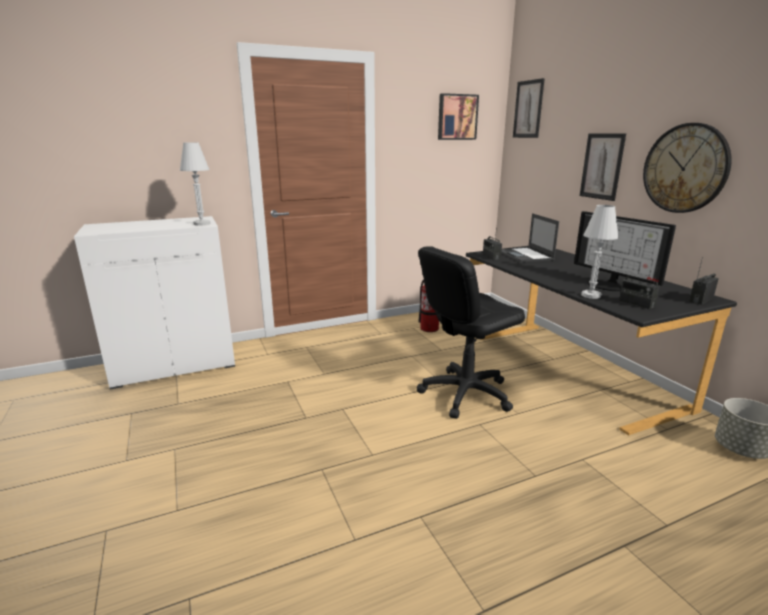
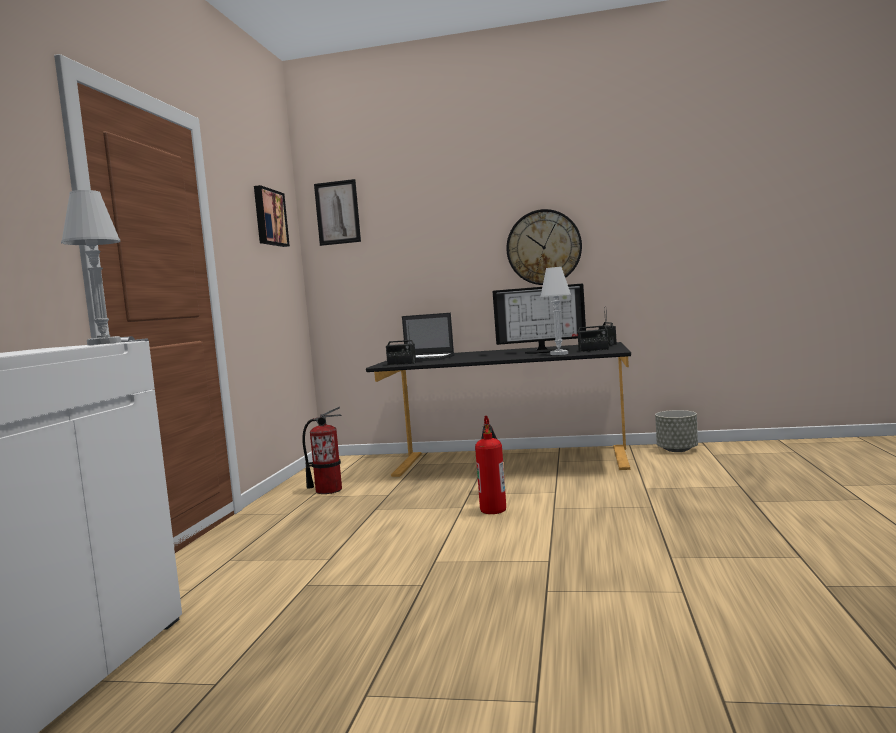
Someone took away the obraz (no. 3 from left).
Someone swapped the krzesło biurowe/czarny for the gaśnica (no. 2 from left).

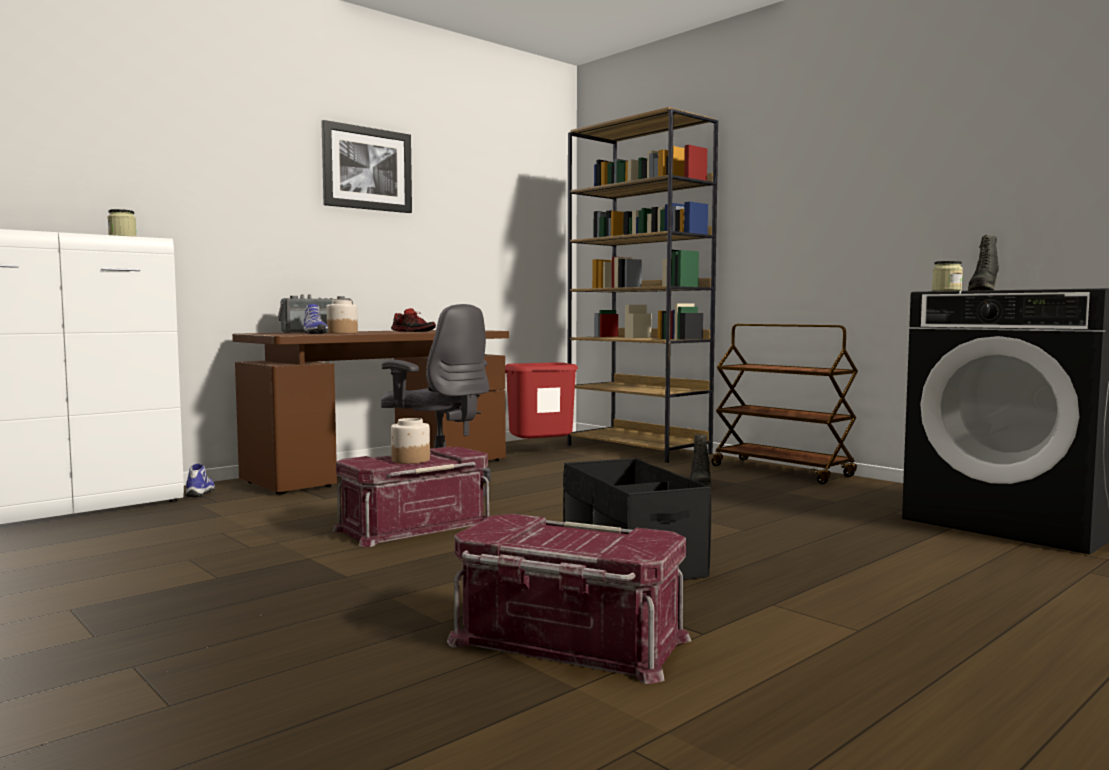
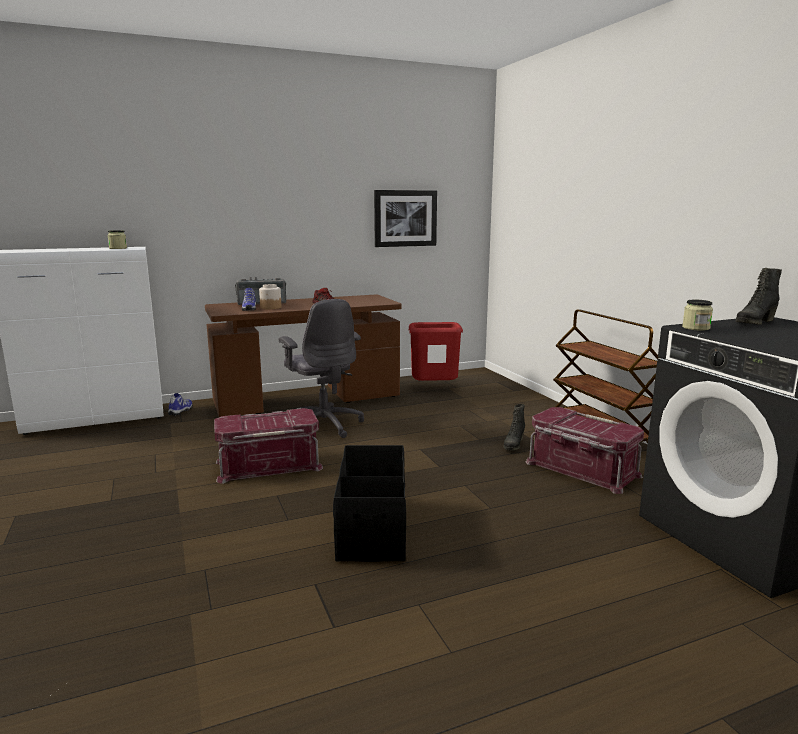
Someone took away the słoik (no. 3 from left).
Someone took away the regał/brązowy.
Someone carried the obraz.
Someone carried the pojemnik do przechowywania/czerwony (no. 2 from left).

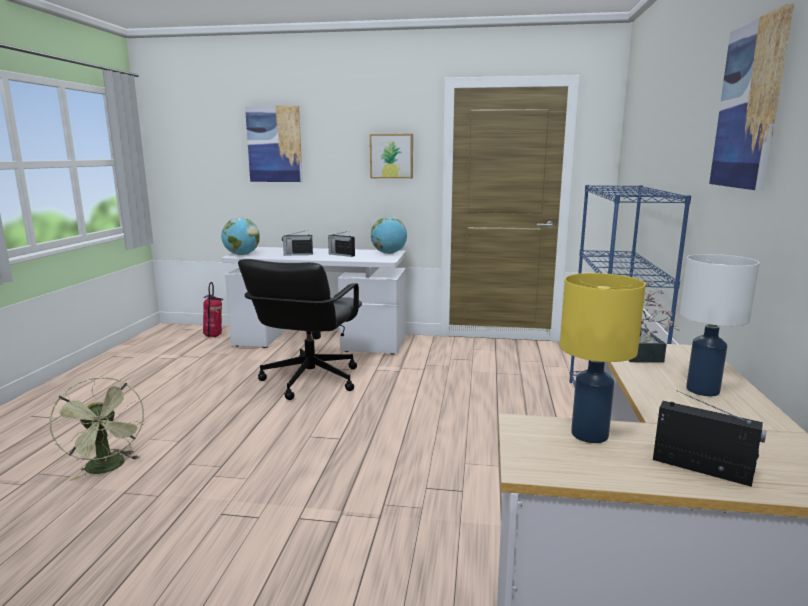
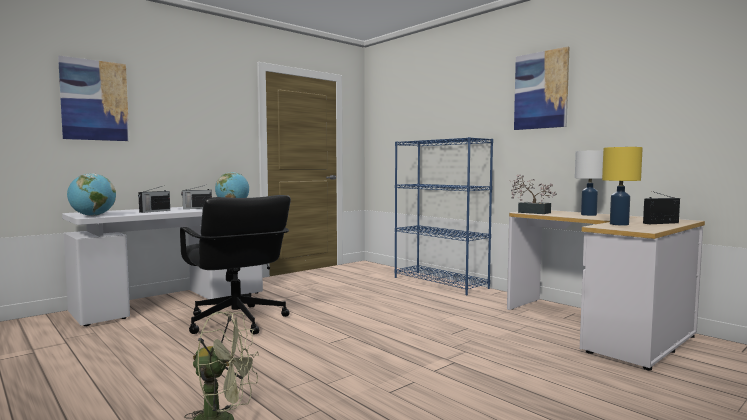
Someone took away the gaśnica.
Someone took away the obraz (no. 2 from left).

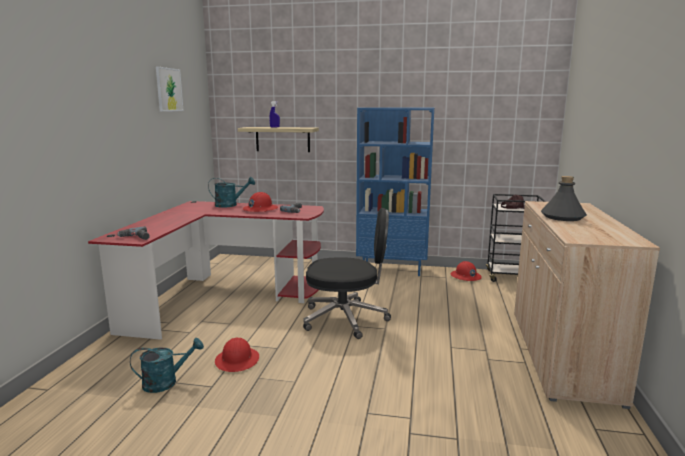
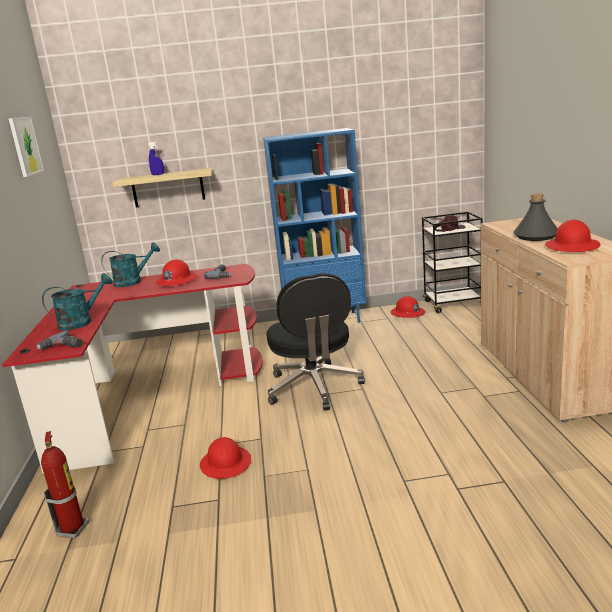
Someone put down the gaśnica.
Someone put down the kask/czerwony (no. 4 from left).
Someone carried the konewka/turkusowy (no. 1 from left).
Someone rotated the krzesło biurowe/czarny by 90 degrees clockwise.

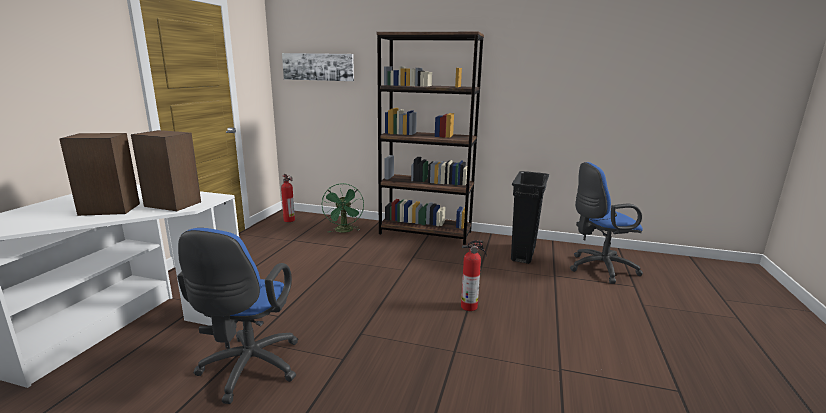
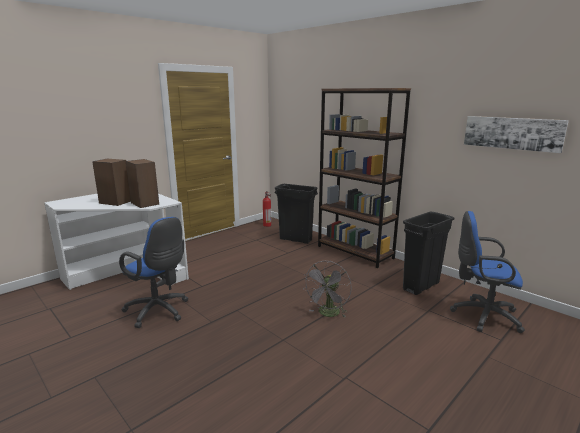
Someone carried the obraz.
Someone swapped the wentylator/zielony for the kosz na śmieci/czarny (no. 1 from left).
Someone swapped the gaśnica (no. 2 from left) for the wentylator/szary.
Someone rotated the krzesło biurowe/niebieski (no. 1 from left) by 90 degrees counterclockwise.

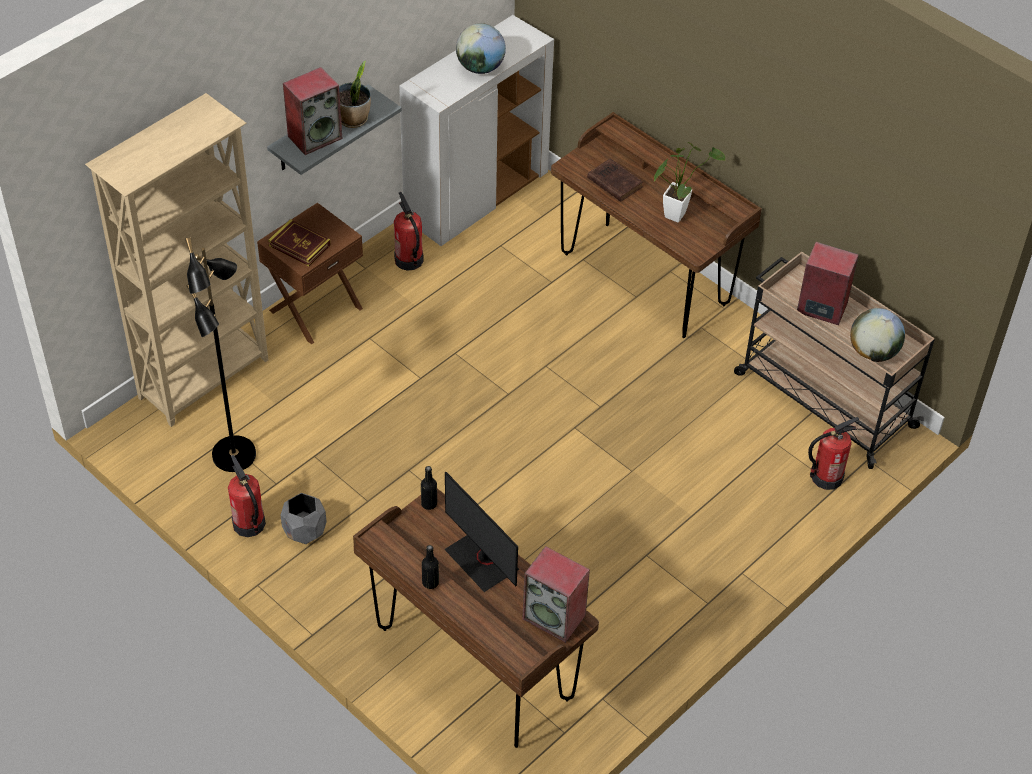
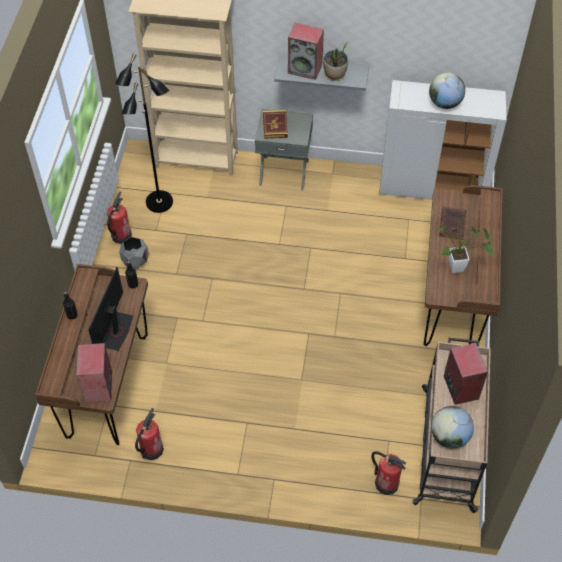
Someone carried the gaśnica (no. 2 from left).
Someone repainted the szafka nocna/brązowy, which became the szafka nocna/szary.

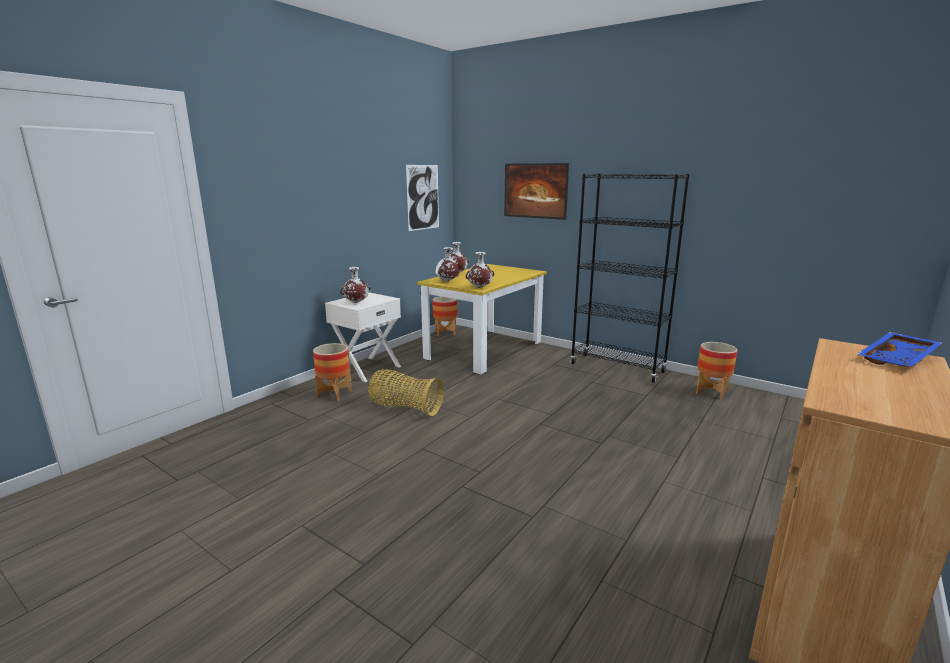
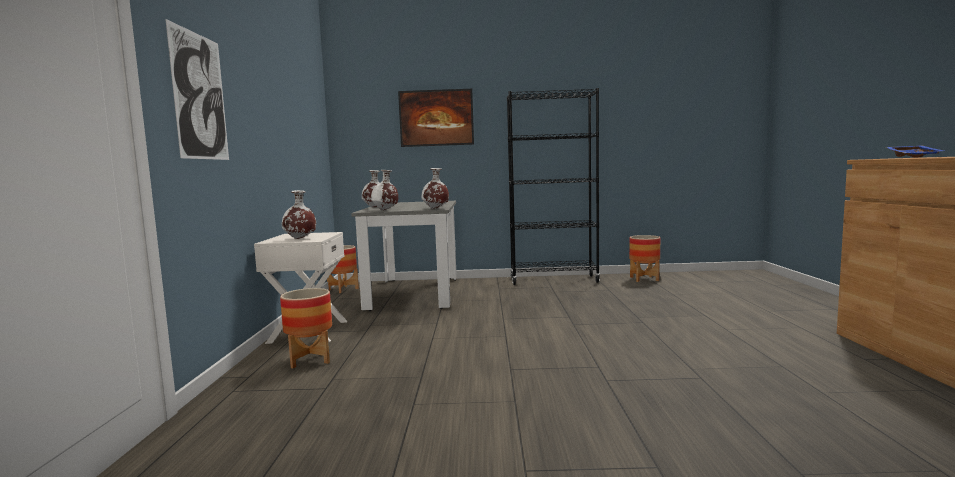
Someone took away the koszyk.
Someone carried the obraz (no. 1 from left).
Someone repainted the stół jadalny/żółty, which became the stół jadalny/szary.

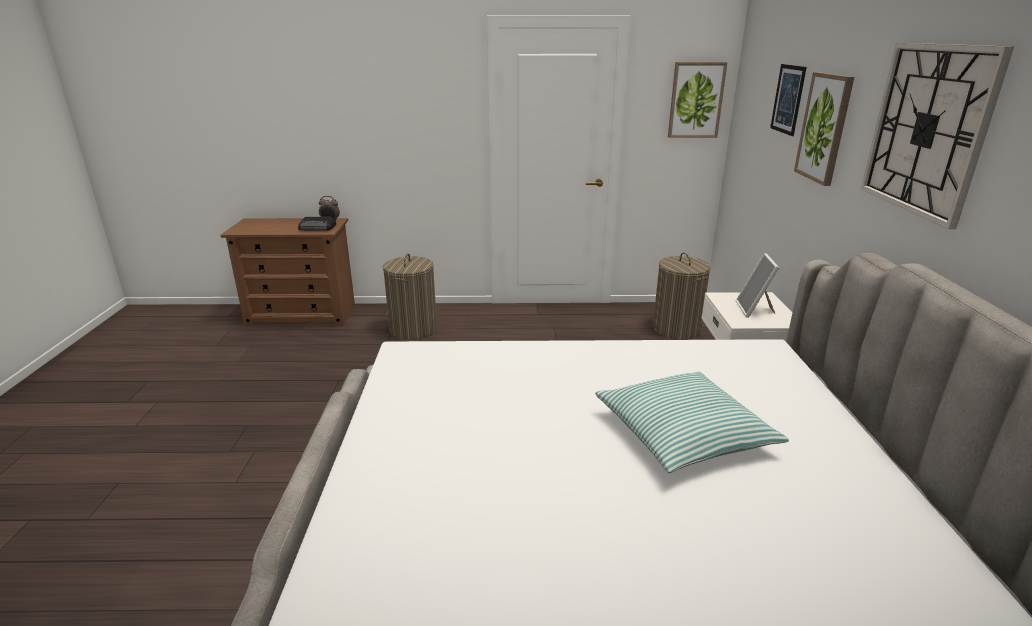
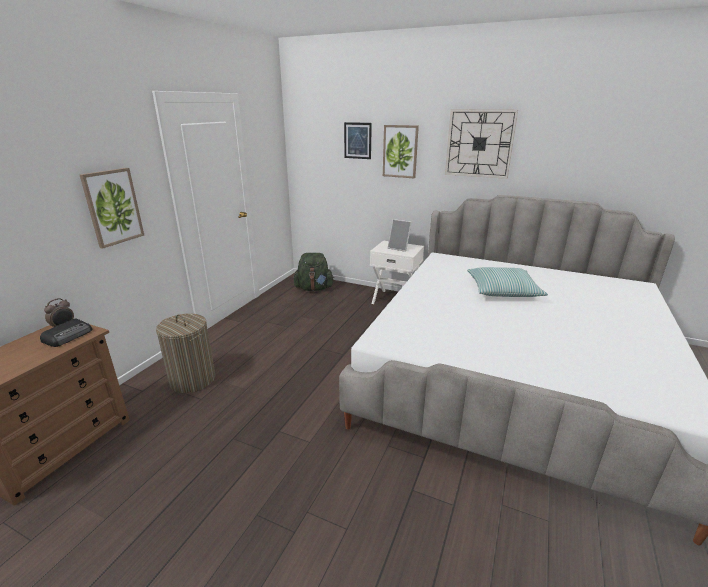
Someone carried the obraz (no. 1 from left).
Someone swapped the kosz na pranie (no. 2 from left) for the plecak/zielony.

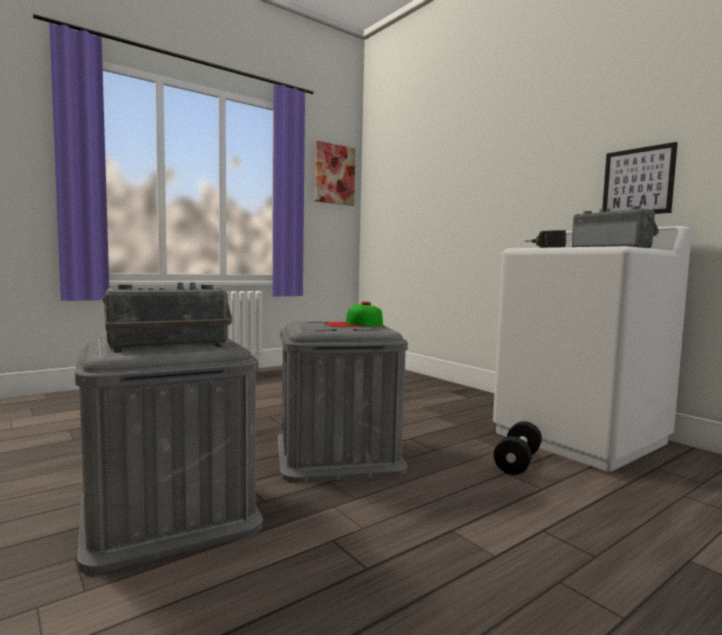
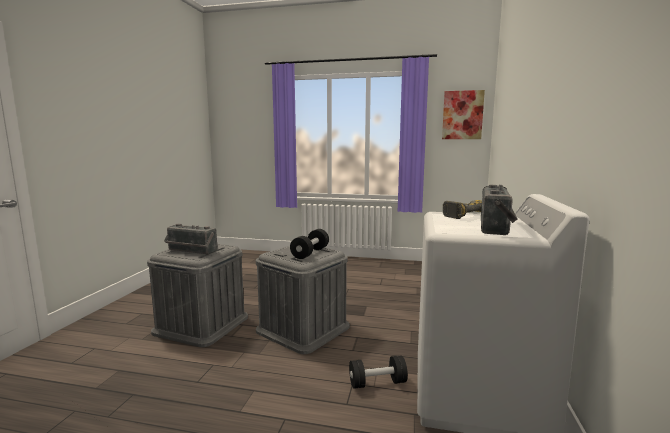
Someone took away the obraz (no. 2 from left).
Someone swapped the czapka z daszkiem for the hantel/czarny (no. 1 from left).

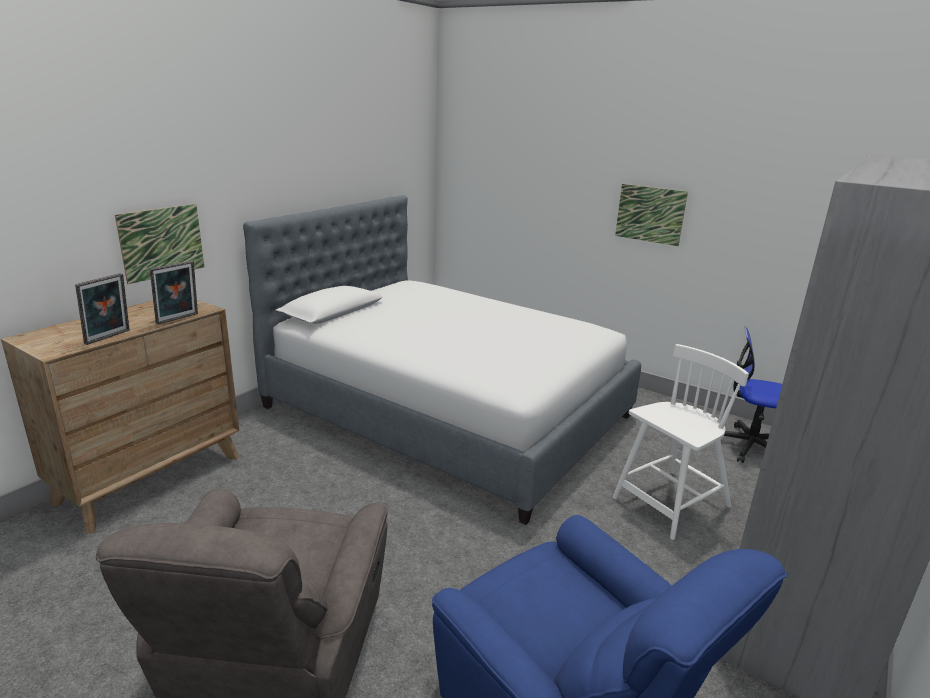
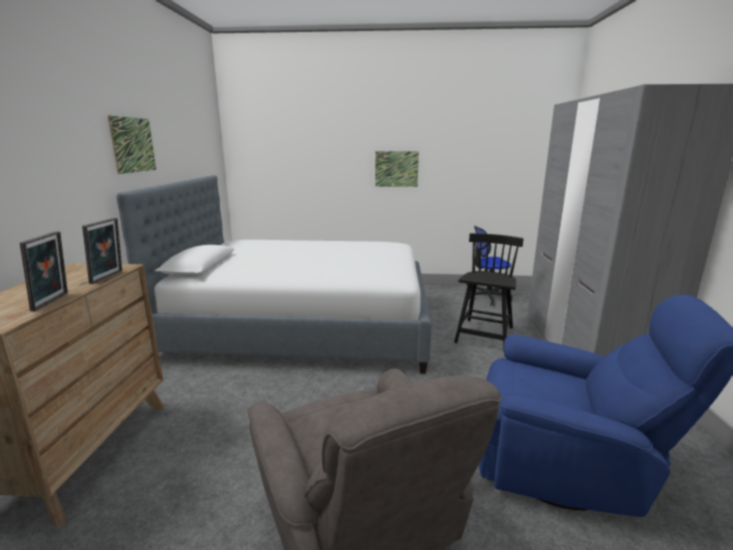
Someone carried the obraz (no. 1 from left).
Someone repainted the krzesło/biały, which became the krzesło/czarny.

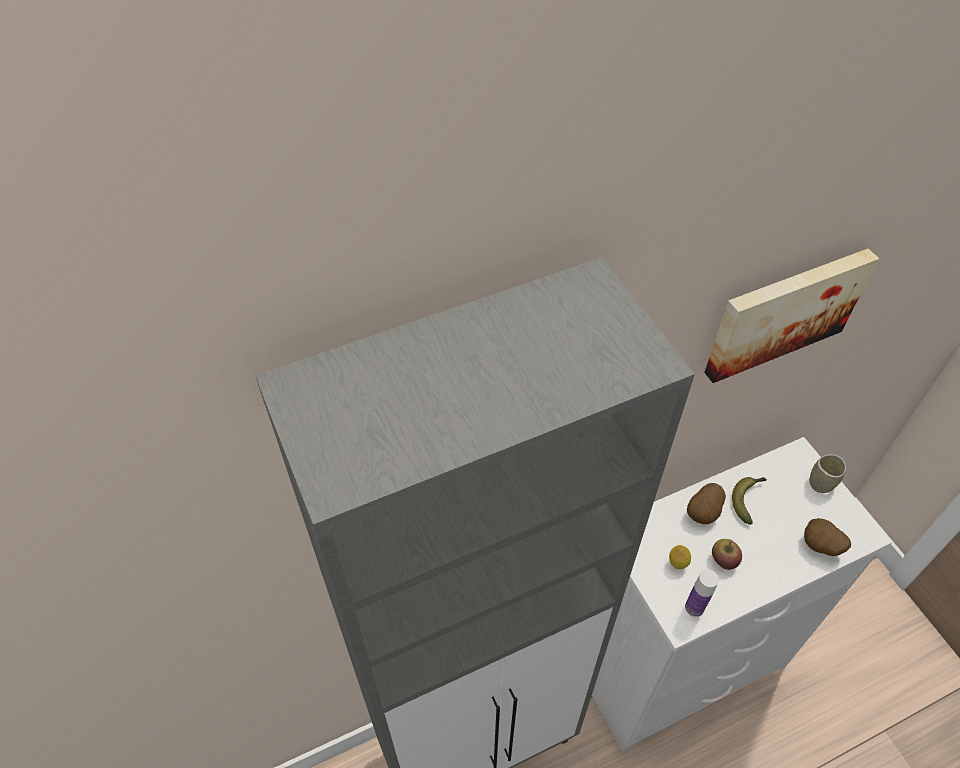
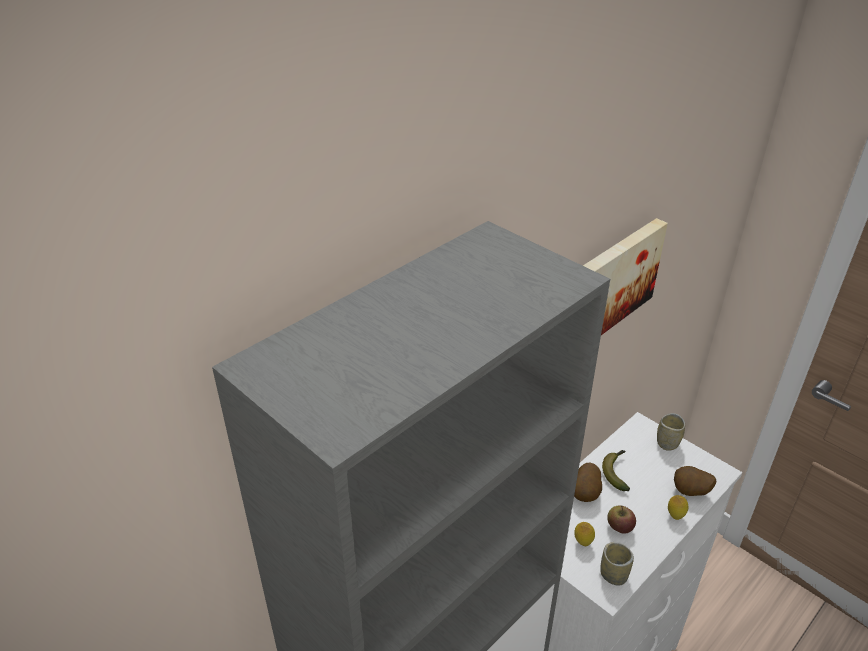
Someone put down the cytryna (no. 2 from left).
Someone swapped the butelka for the filiżanka (no. 1 from left).

